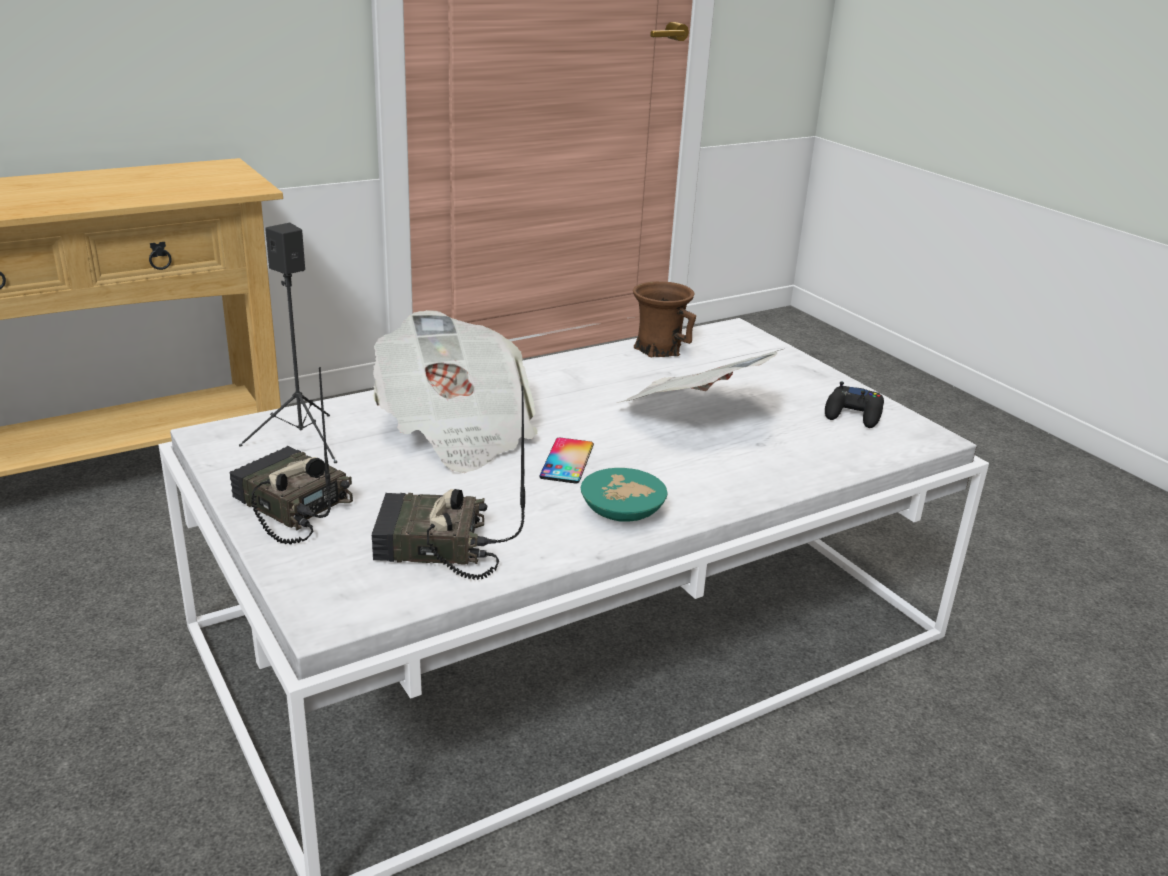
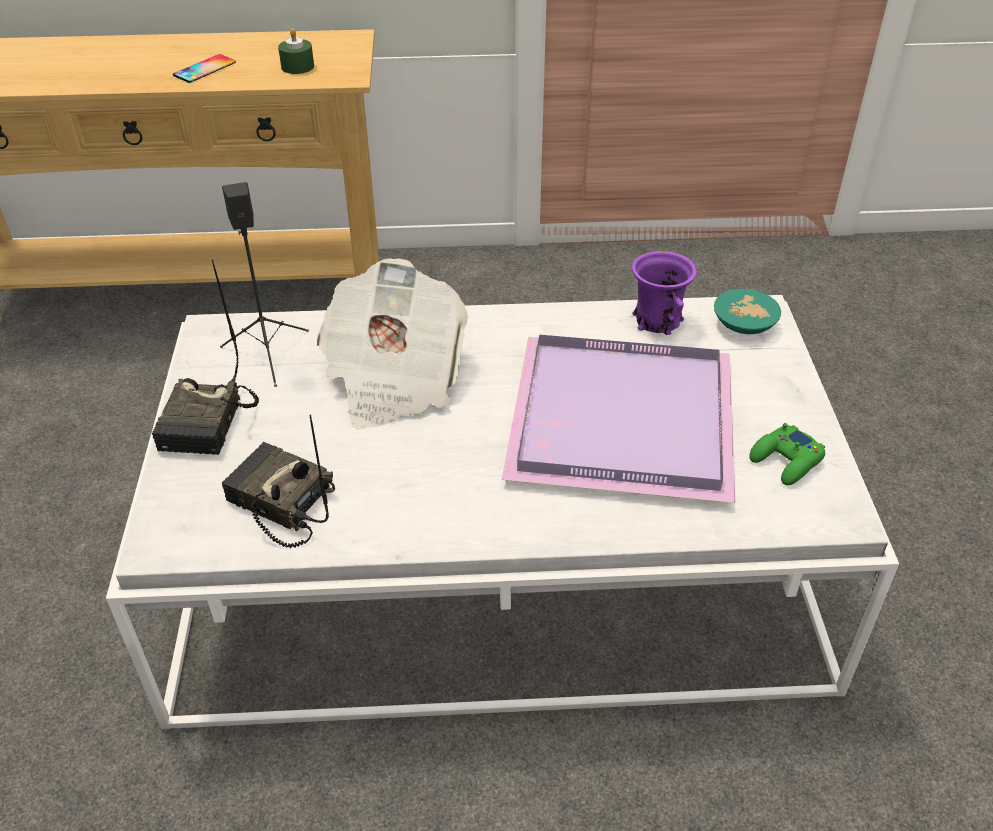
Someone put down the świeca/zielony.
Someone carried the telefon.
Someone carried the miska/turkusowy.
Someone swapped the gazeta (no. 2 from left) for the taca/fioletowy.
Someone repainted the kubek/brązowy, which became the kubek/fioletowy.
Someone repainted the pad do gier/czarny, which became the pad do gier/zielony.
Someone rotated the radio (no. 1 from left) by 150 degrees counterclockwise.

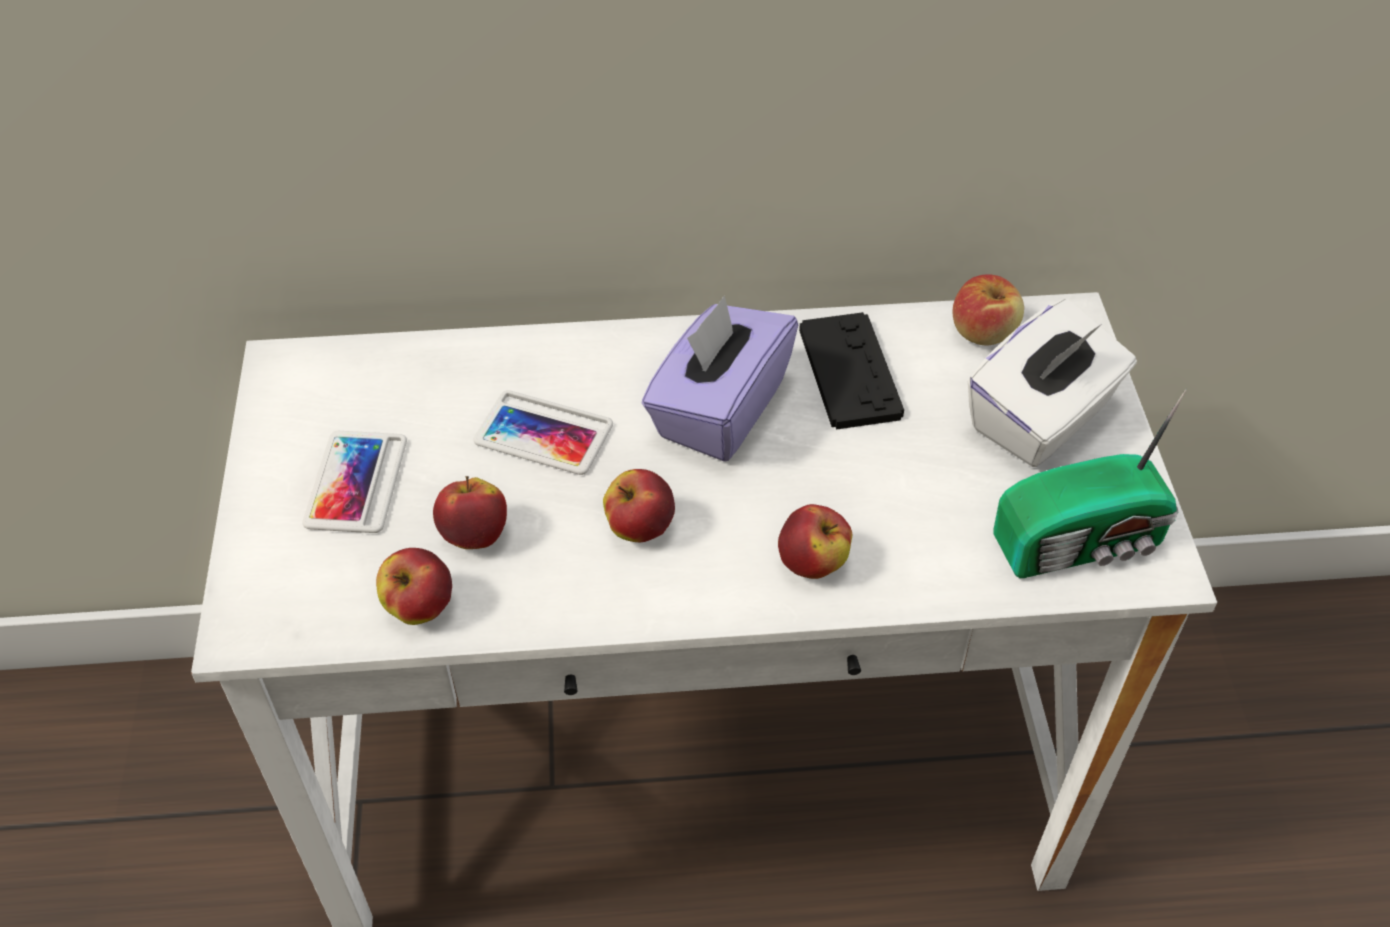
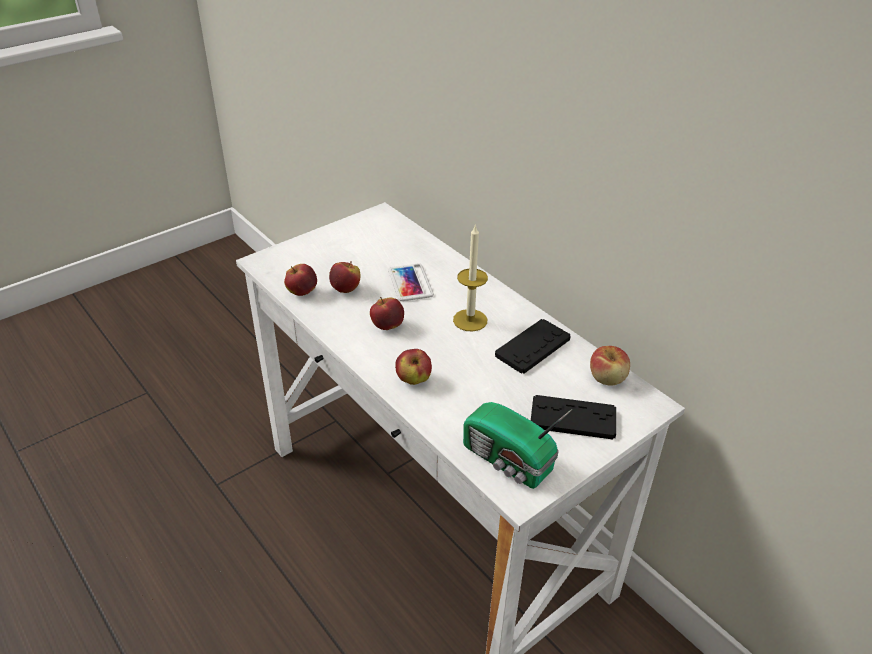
Someone took away the telefon (no. 1 from left).
Someone swapped the pudełko chusteczek/fioletowy for the świeca.
Someone swapped the pudełko chusteczek/biały for the pad do gier/czarny (no. 2 from left).

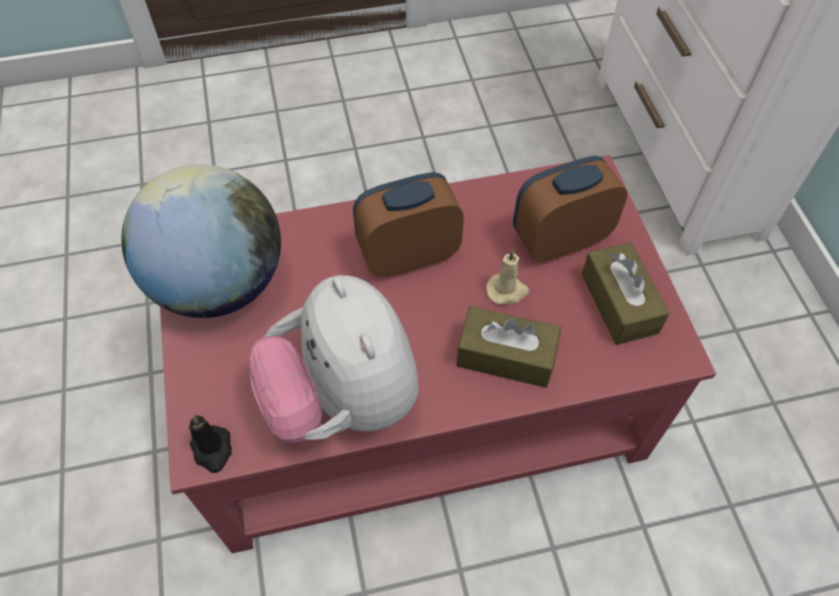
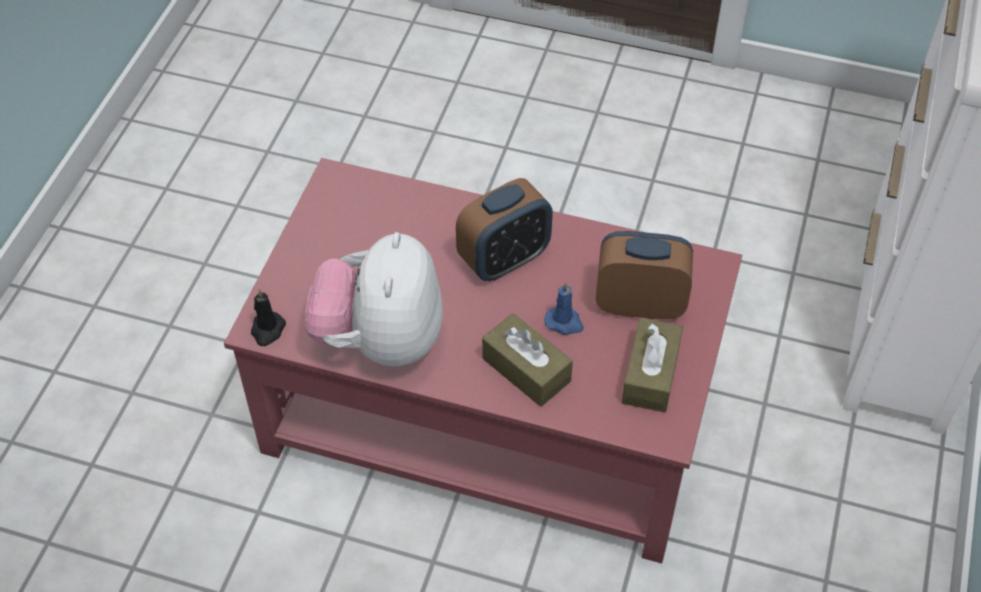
Someone took away the globus.
Someone repainted the świeca/beżowy, which became the świeca/niebieski.
Someone rotated the budzik (no. 1 from left) by 135 degrees clockwise.

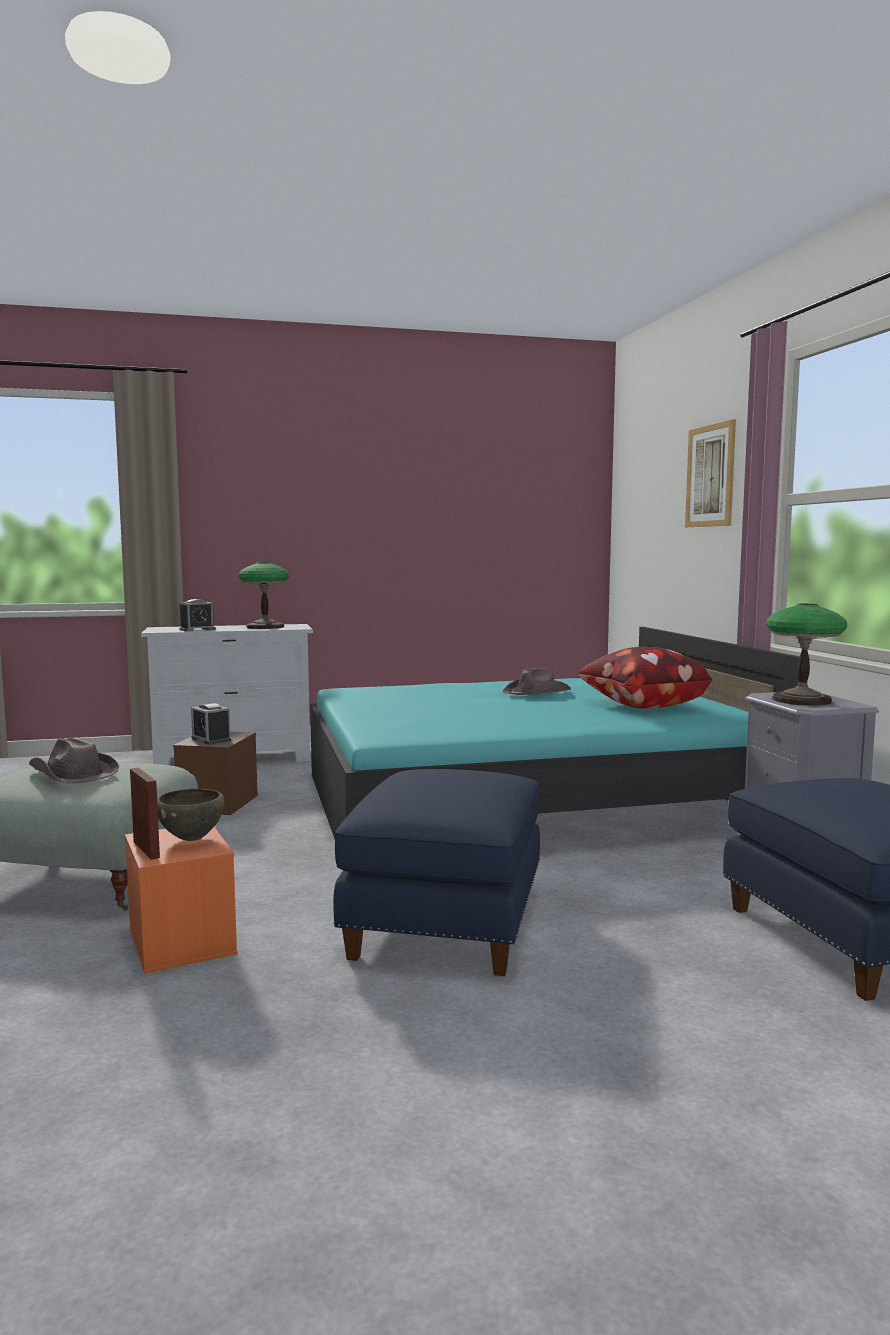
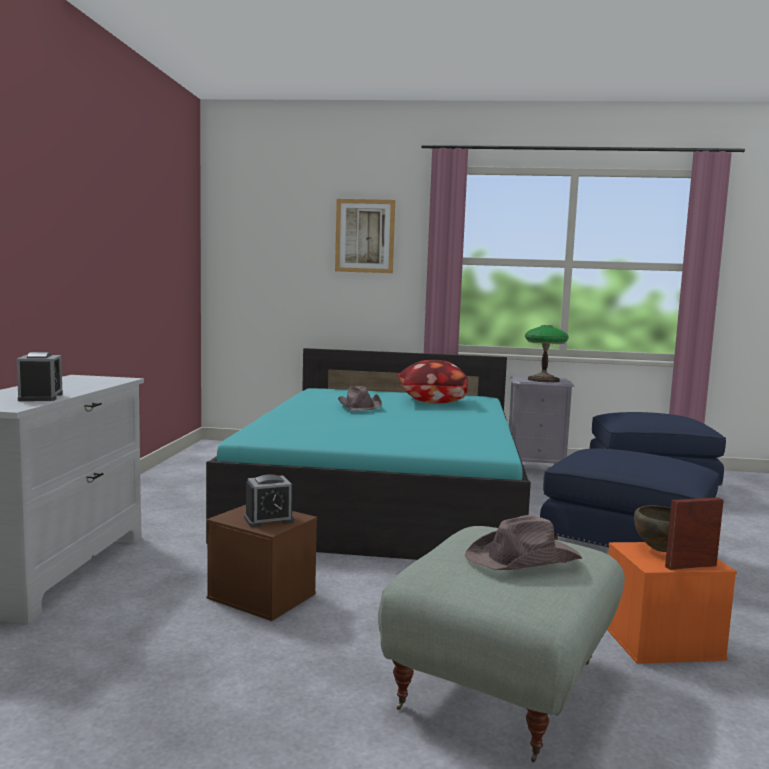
Someone took away the lampa stołowa (no. 1 from left).

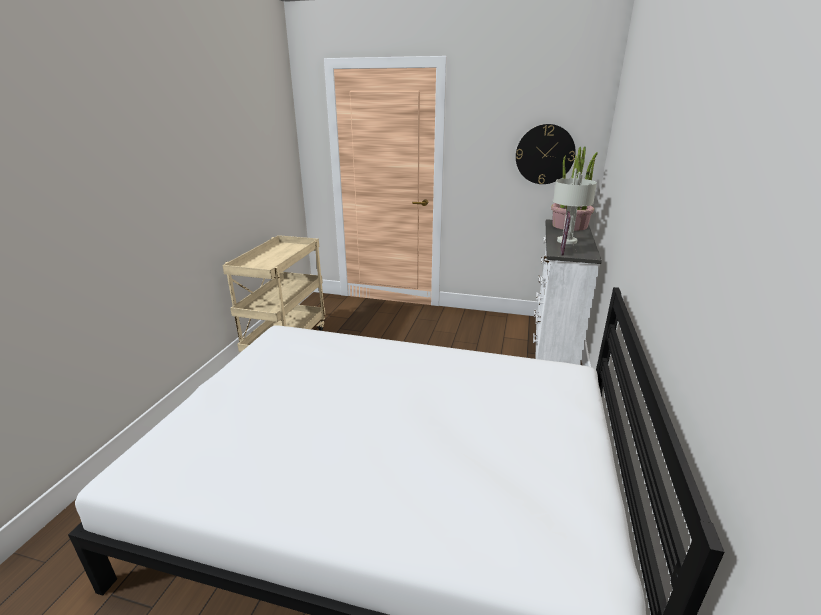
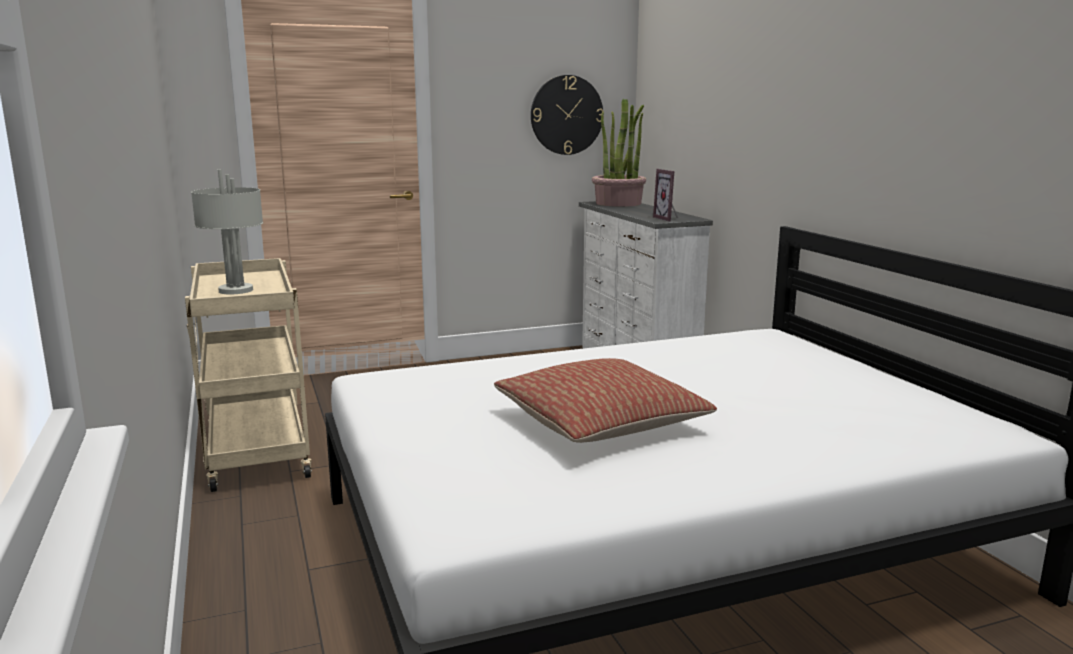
Someone put down the poduszka.
Someone carried the lampa stołowa/szary.

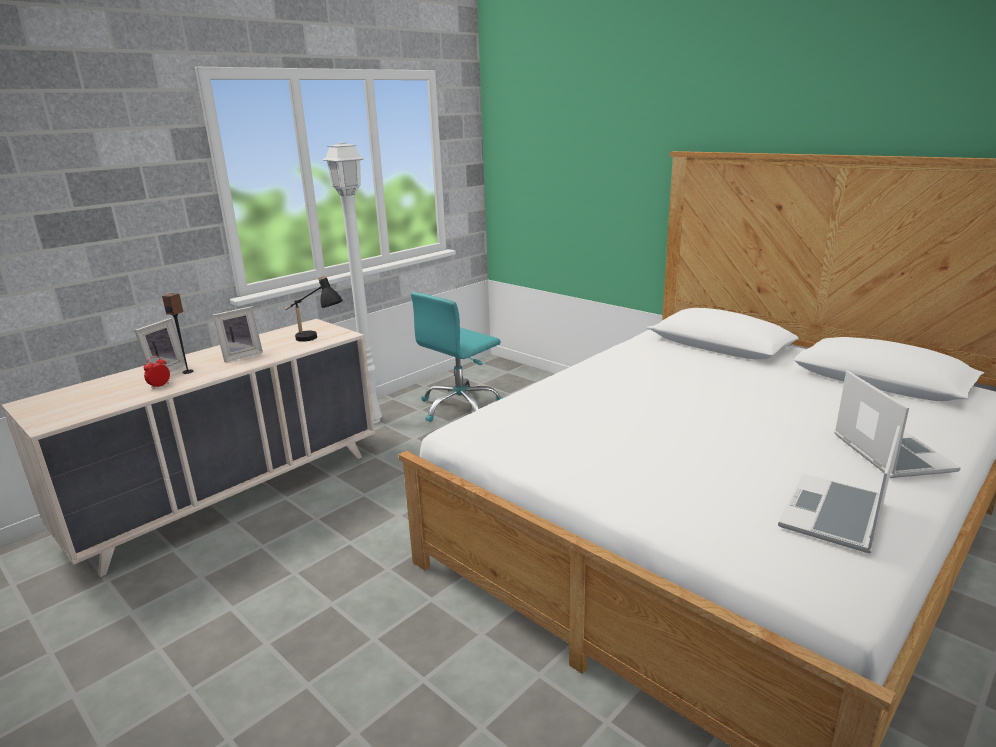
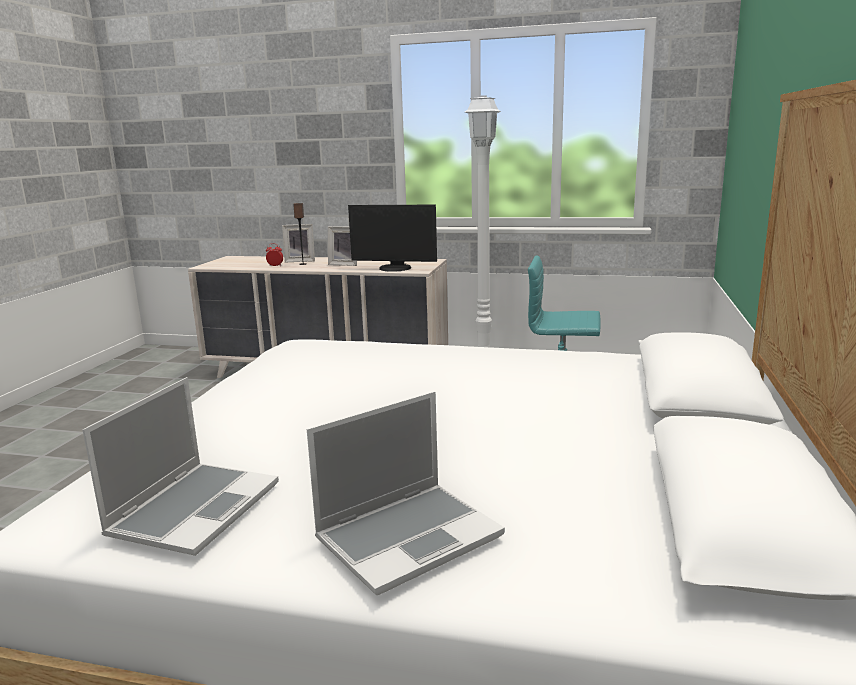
Someone swapped the lampa stołowa/czarny for the monitor.
Someone rotated the laptop (no. 1 from left) by 105 degrees clockwise.

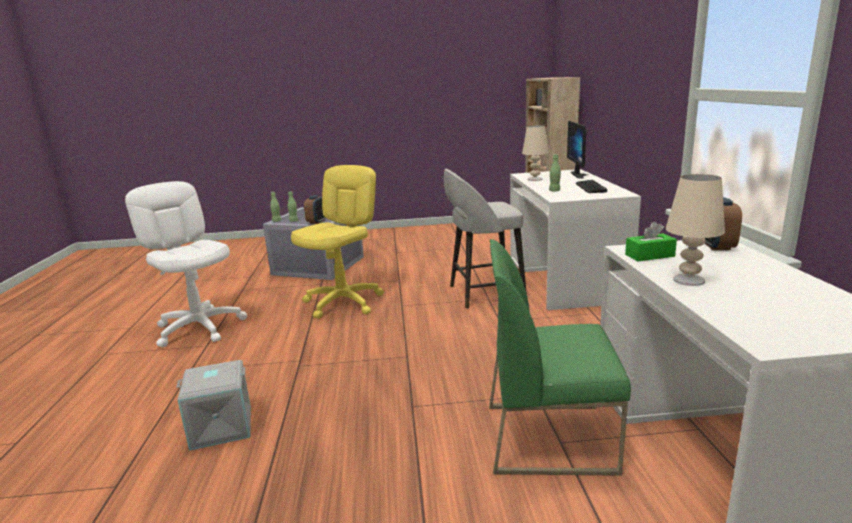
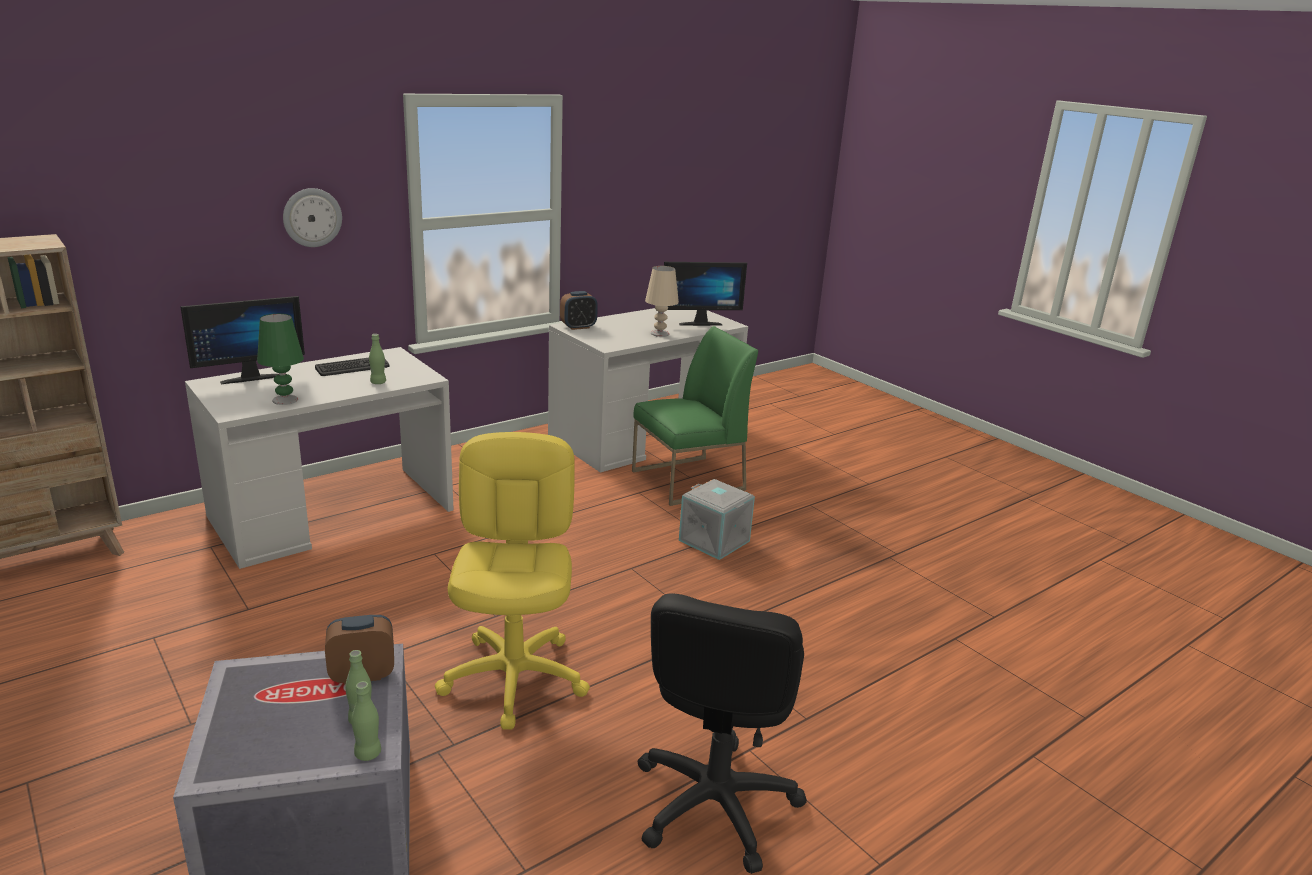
Someone took away the stołek/szary.
Someone took away the pudełko chusteczek/zielony.
Someone put up the zegar ścienny.
Someone put down the monitor (no. 2 from left).
Someone carried the pojemnik do przechowywania/szary (no. 1 from left in the first image).
Someone repainted the krzesło biurowe/biały, which became the krzesło biurowe/czarny.
Someone repainted the lampa stołowa/beżowy (no. 1 from left), which became the lampa stołowa/zielony.
Someone rotated the krzesło biurowe/żółty by 90 degrees clockwise.
Someone rotated the krzesło/zielony by 90 degrees counterclockwise.

